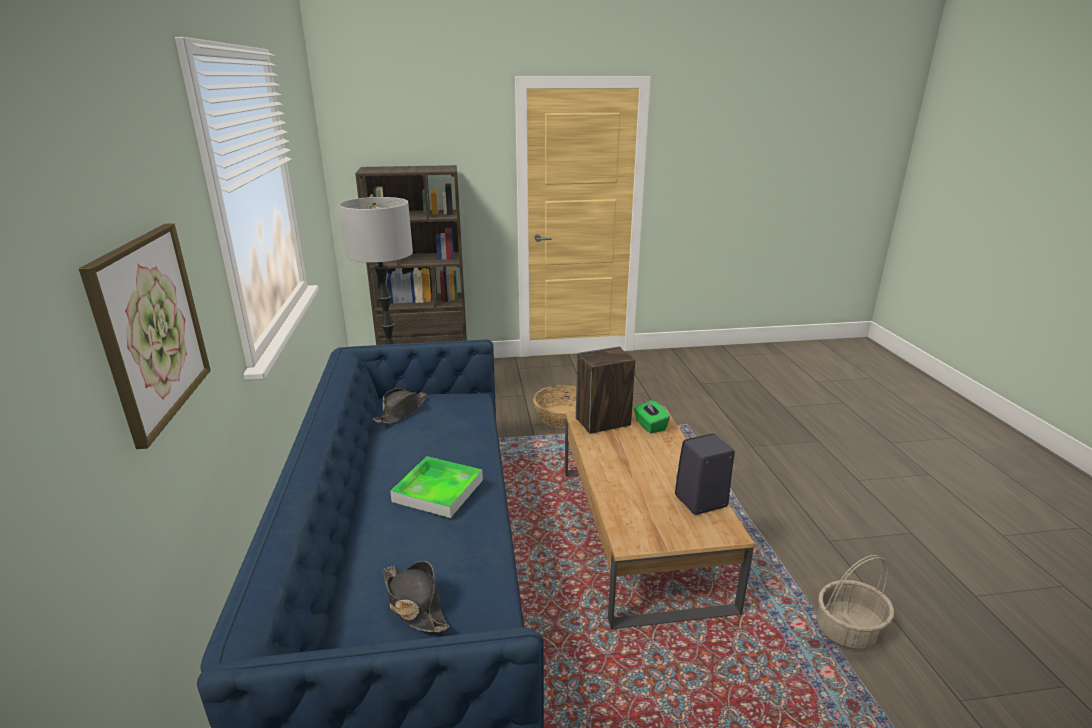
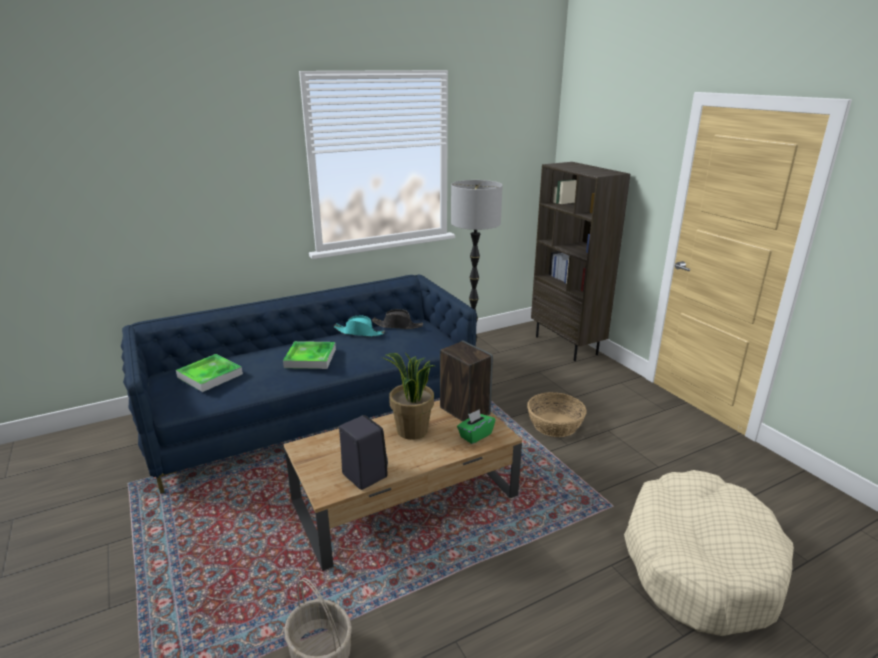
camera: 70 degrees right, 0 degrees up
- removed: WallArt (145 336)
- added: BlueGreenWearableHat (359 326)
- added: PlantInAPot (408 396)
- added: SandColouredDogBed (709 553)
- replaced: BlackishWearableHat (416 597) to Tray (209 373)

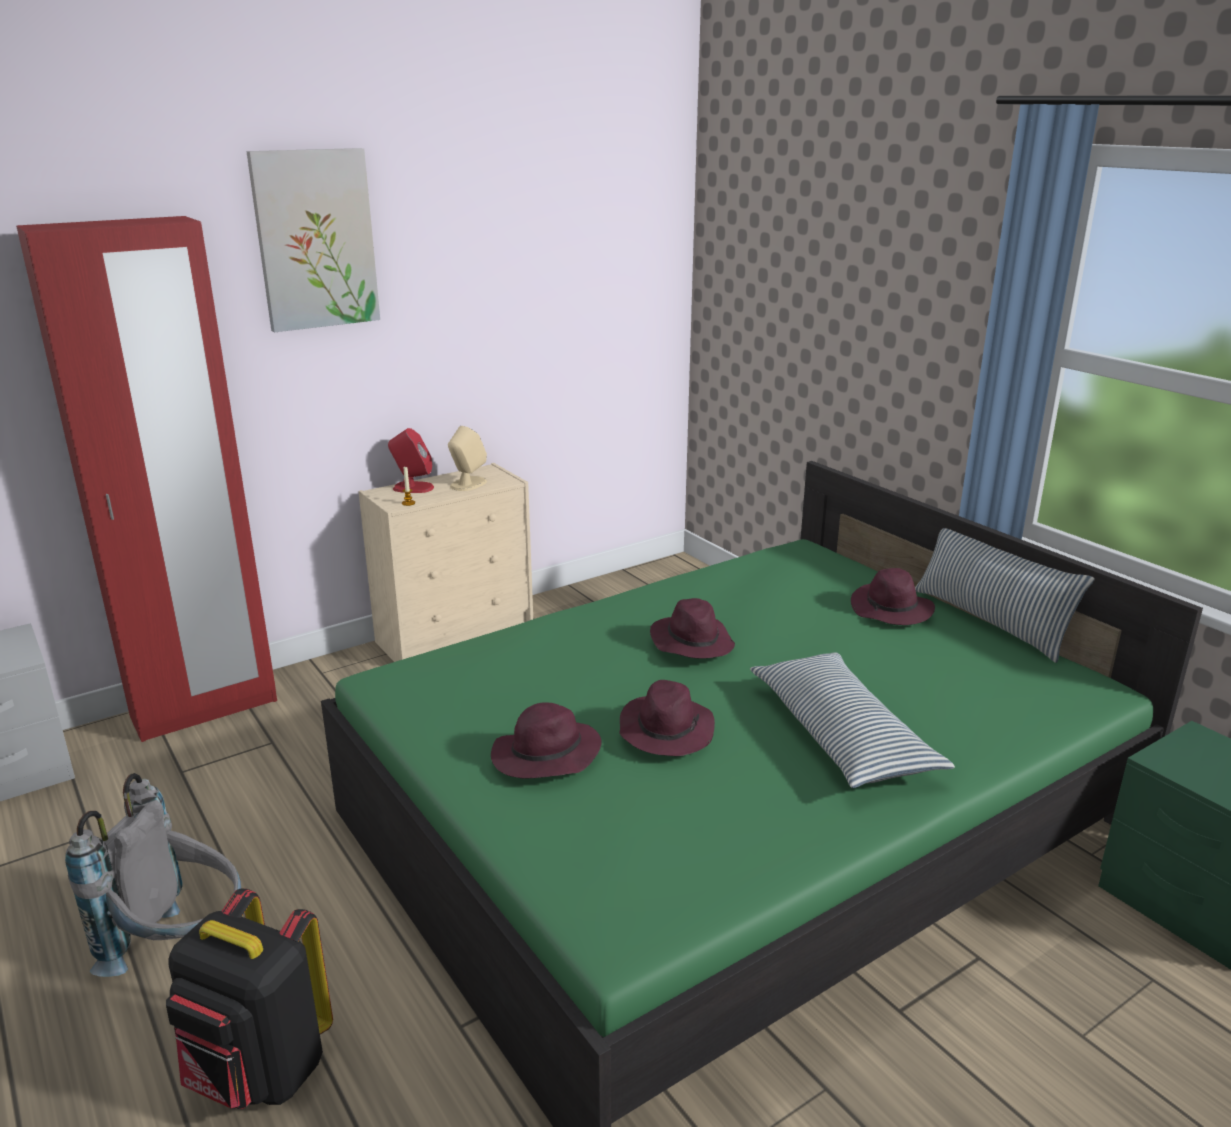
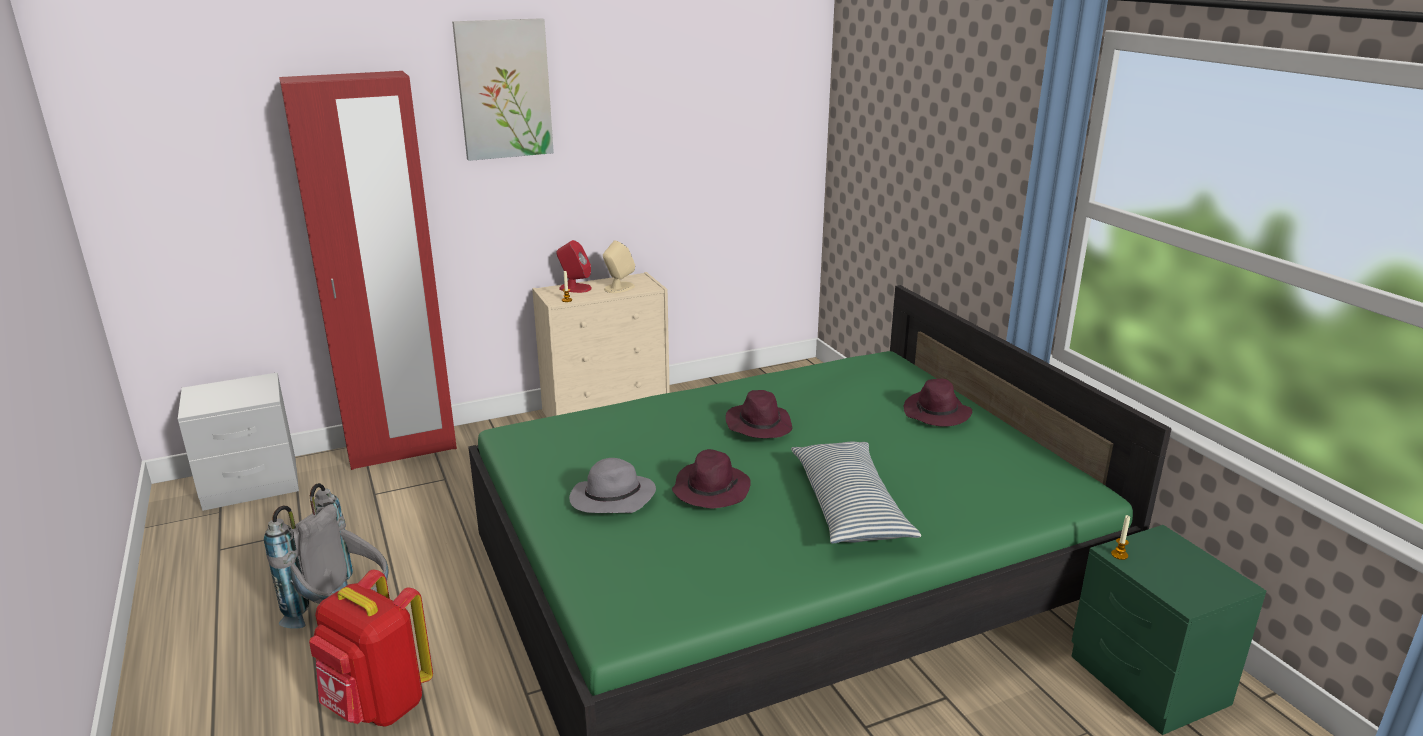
camera: 10 degrees right, 0 degrees up
- removed: Pillow (1005 595)
- added: WaxLight (1120 537)
- recoloured: BlackishKnapsack (249 999) to RedColouredKnapsack (371 648)
- recoloured: PurplishWearableHat (546 740) to GreyWearableHat (612 485)

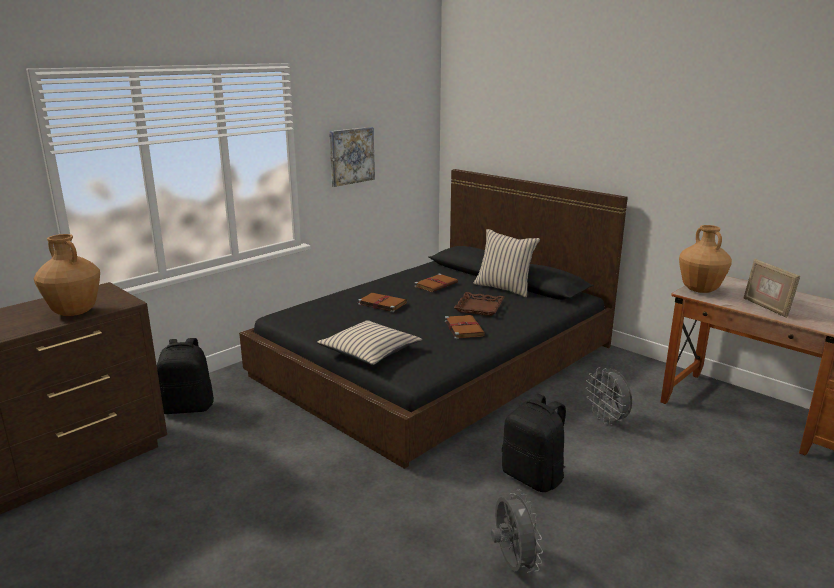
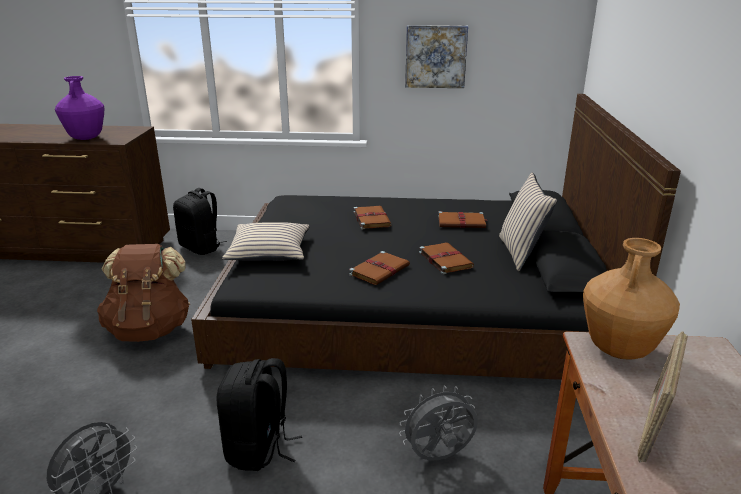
camera: 50 degrees right, 5 degrees up
- added: BrownColouredKnapsack (143 293)
- replaced: BrownColouredTray (479 304) to BrownColouredBook (446 258)
- recoloured: BrownColouredFlowerVase (66 275) to PurplishFlowerVase (79 108)
- turned: GreyCoolingFan (608 396) = (438 423) 45 degrees clockwise

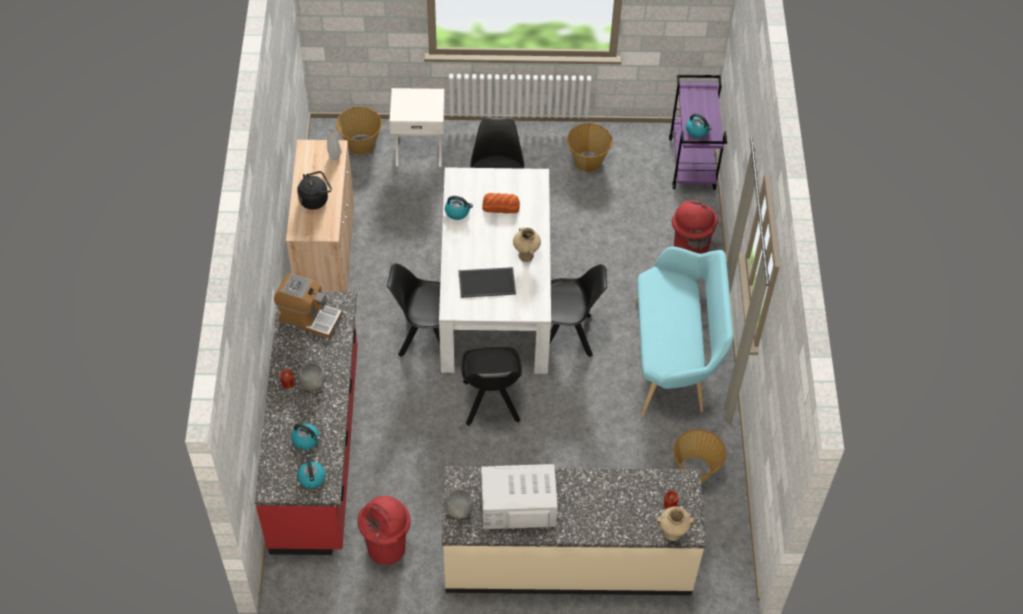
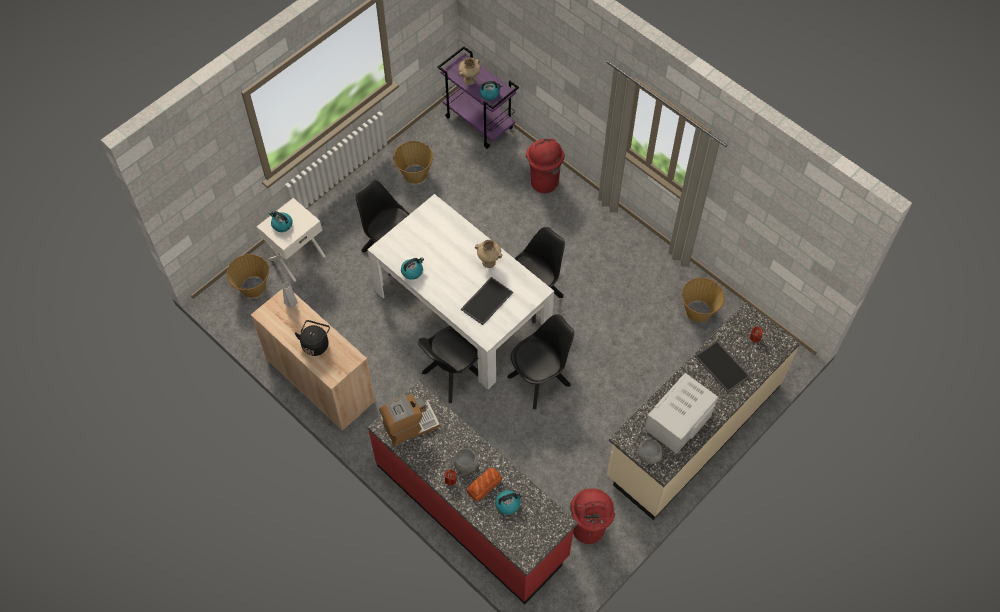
camera: 45 degrees left, 5 degrees up
- removed: BlueGreenBench (684 332)
- added: Tray (722 366)
- moved: WaterKettle (311 472) to (281 221)
- moved: BakeryBread (501 203) to (484 484)
- moved: SandColouredFlowerVase (676 524) to (469 71)
- turned: BlackishChair (492 386) = (540 361) 75 degrees counterclockwise

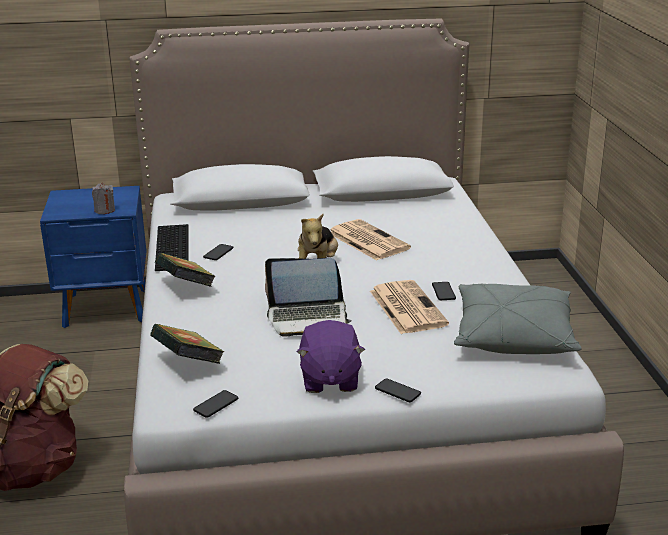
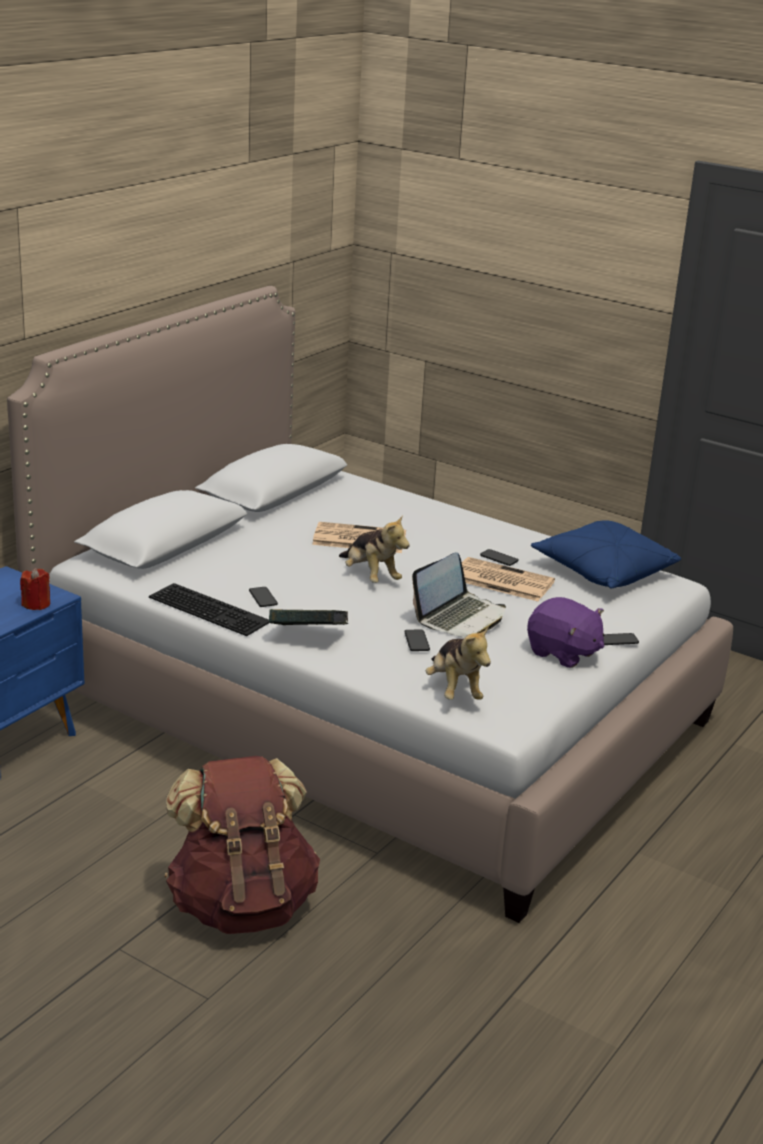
camera: 50 degrees left, 0 degrees up
- moved: Handset (215 404) to (417 640)
- replaced: Book (187 344) to PlushToy (458 663)
- recoloured: GreyWaxLight (103 198) to RedColouredWaxLight (35 589)
- recoloured: GreyPillow (517 319) to BlueColouredPillow (606 554)

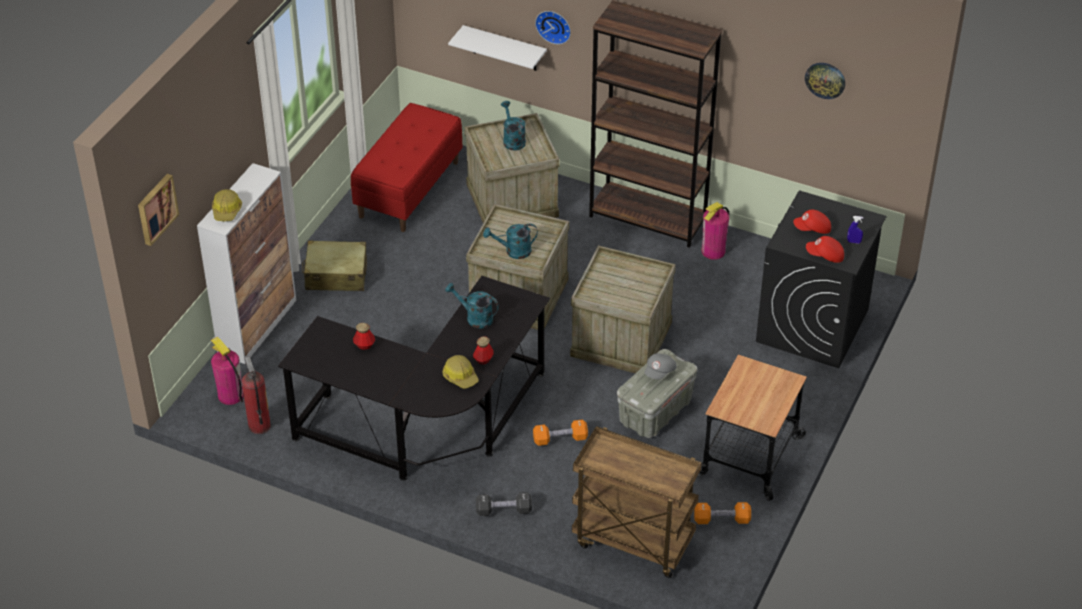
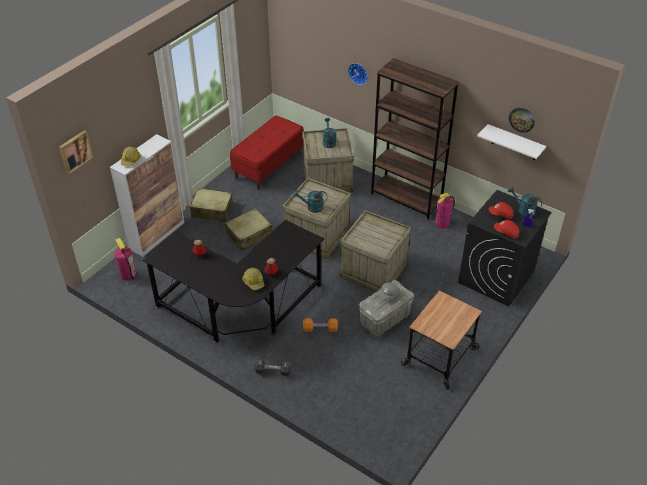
camera: 10 degrees right, 0 degrees up
- removed: FireExtinguisher (256 395)
- removed: BrownColouredTrolley (637 502)
- removed: OrangeColouredFreeWeight (722 513)
- added: SandColouredPieceOfLuggage (248 229)
- moved: BlueGreenWateringCan (472 305) to (525 202)
- moved: WhiteBracketShelf (497 48) to (511 142)

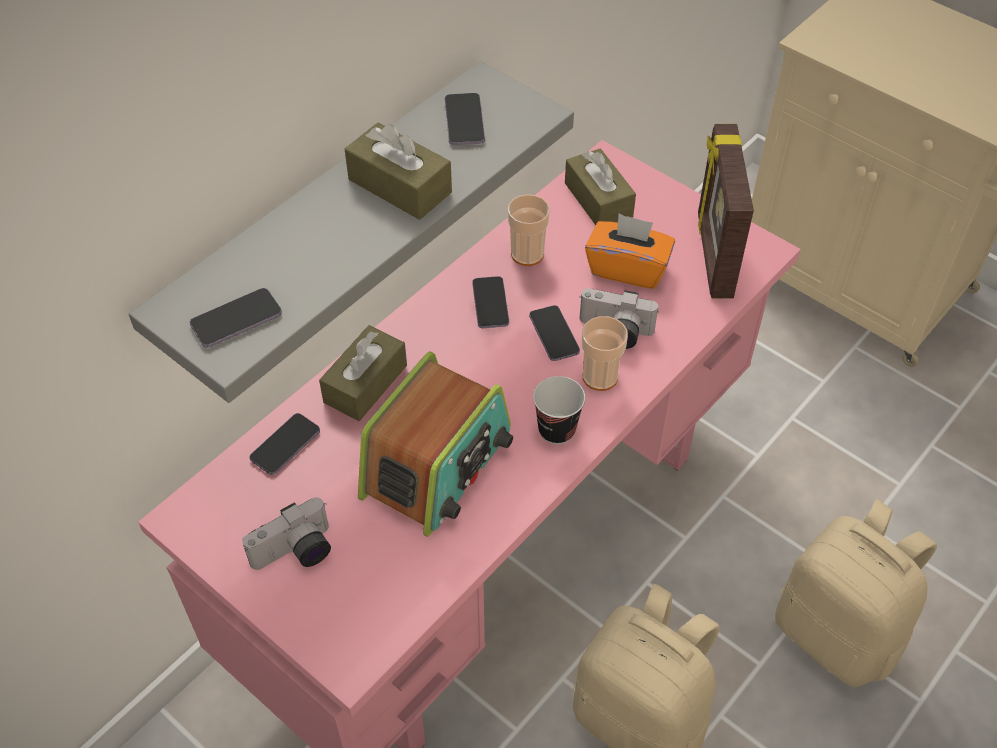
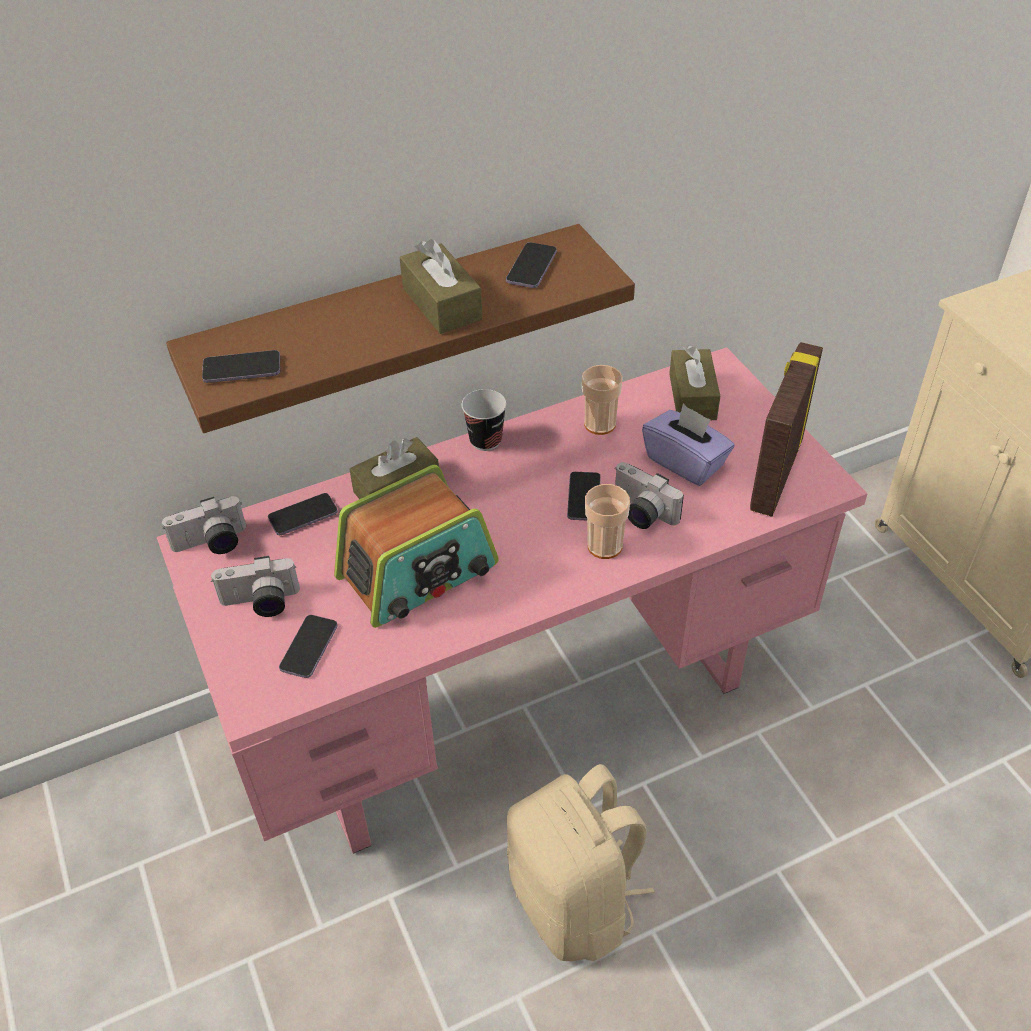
camera: 25 degrees right, 5 degrees down
- removed: SandColouredKnapsack (856 593)
- added: StillCamera (204 525)
- moved: Handset (490 302) to (308 646)
- moved: SmallCup (559 410) to (484 420)
- recoloured: GreyBracketShelf (351 232) to BrownColouredBracketShelf (400 328)
- recoloured: OrangeColouredBoxOfTissues (630 251) to PurplishBoxOfTissues (688 444)

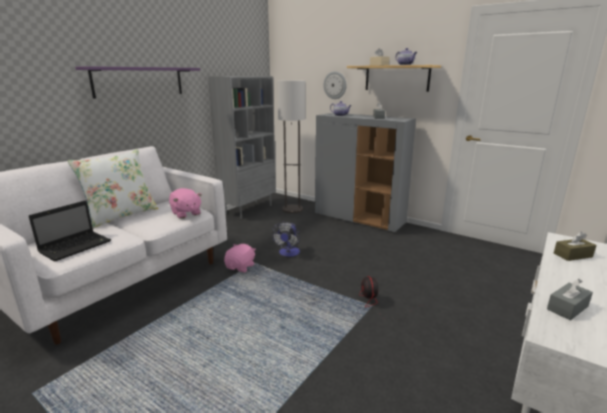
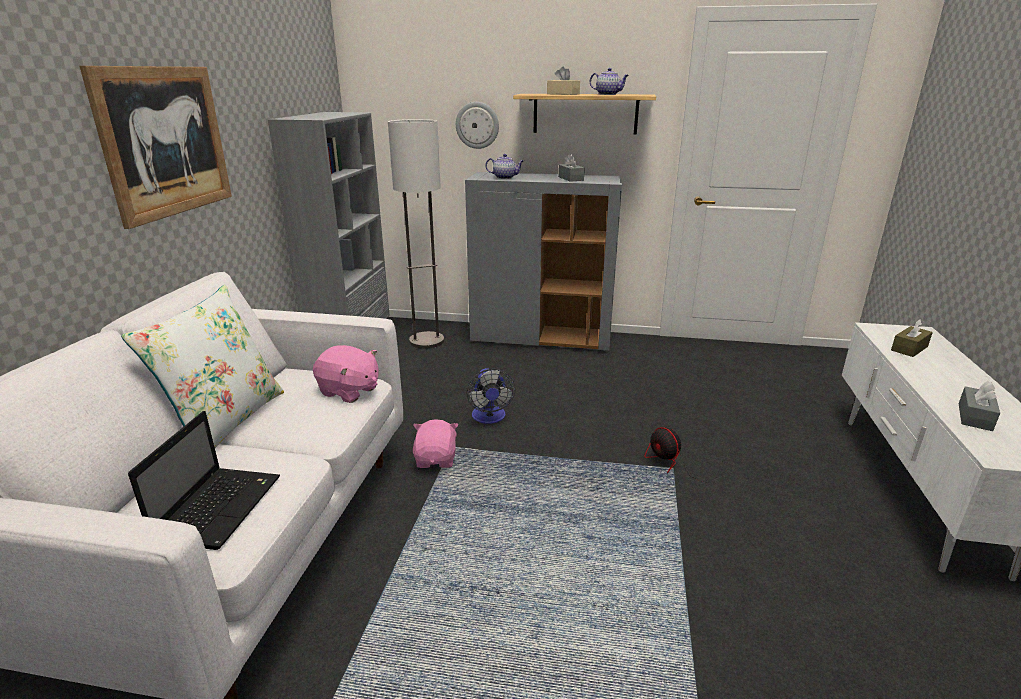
camera: 25 degrees left, 5 degrees up
- replaced: PurplishBracketShelf (137 82) to WallArt (156 147)

